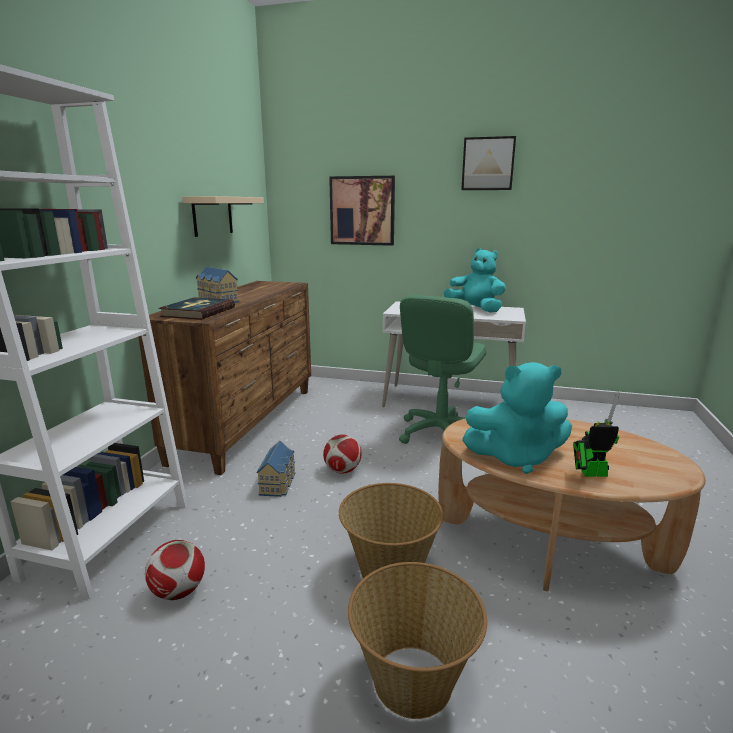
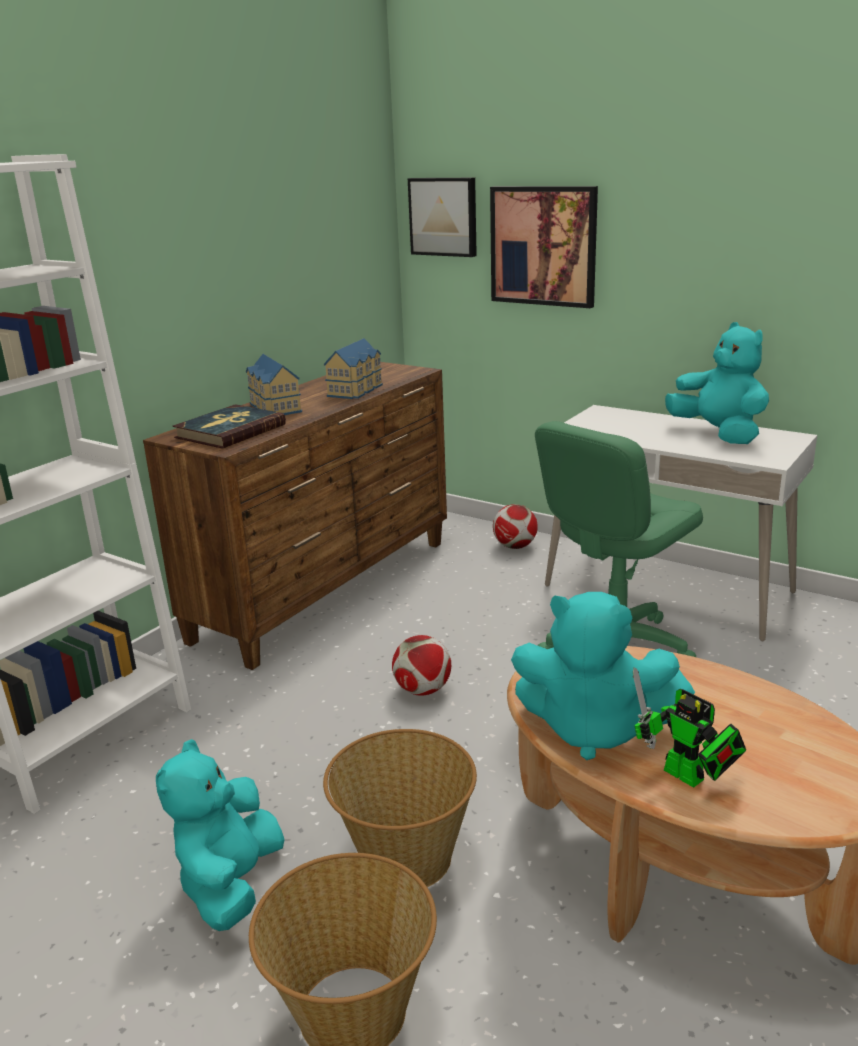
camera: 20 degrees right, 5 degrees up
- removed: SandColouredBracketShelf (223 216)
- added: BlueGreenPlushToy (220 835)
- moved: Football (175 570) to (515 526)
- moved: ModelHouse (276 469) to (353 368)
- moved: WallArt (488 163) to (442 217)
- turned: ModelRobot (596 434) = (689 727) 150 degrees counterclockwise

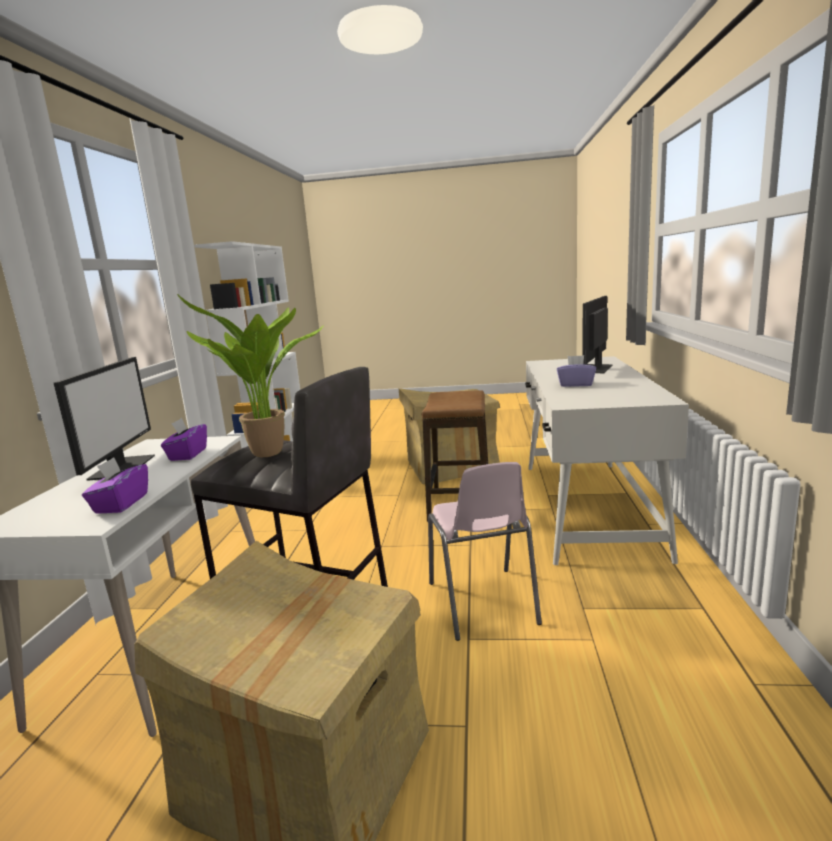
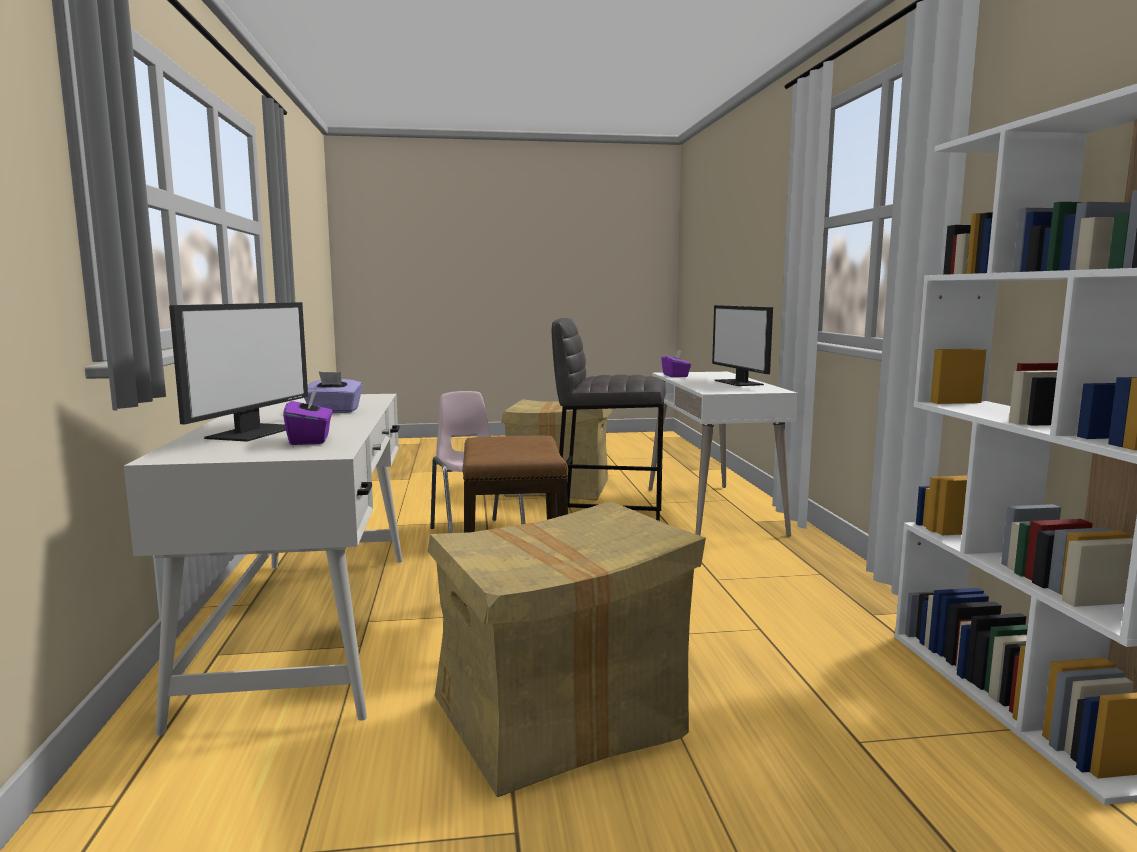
camera: 165 degrees right, 5 degrees down
- removed: PlantInAPot (250 375)
- moved: PurplishBoxOfTissues (184 439) to (307 417)

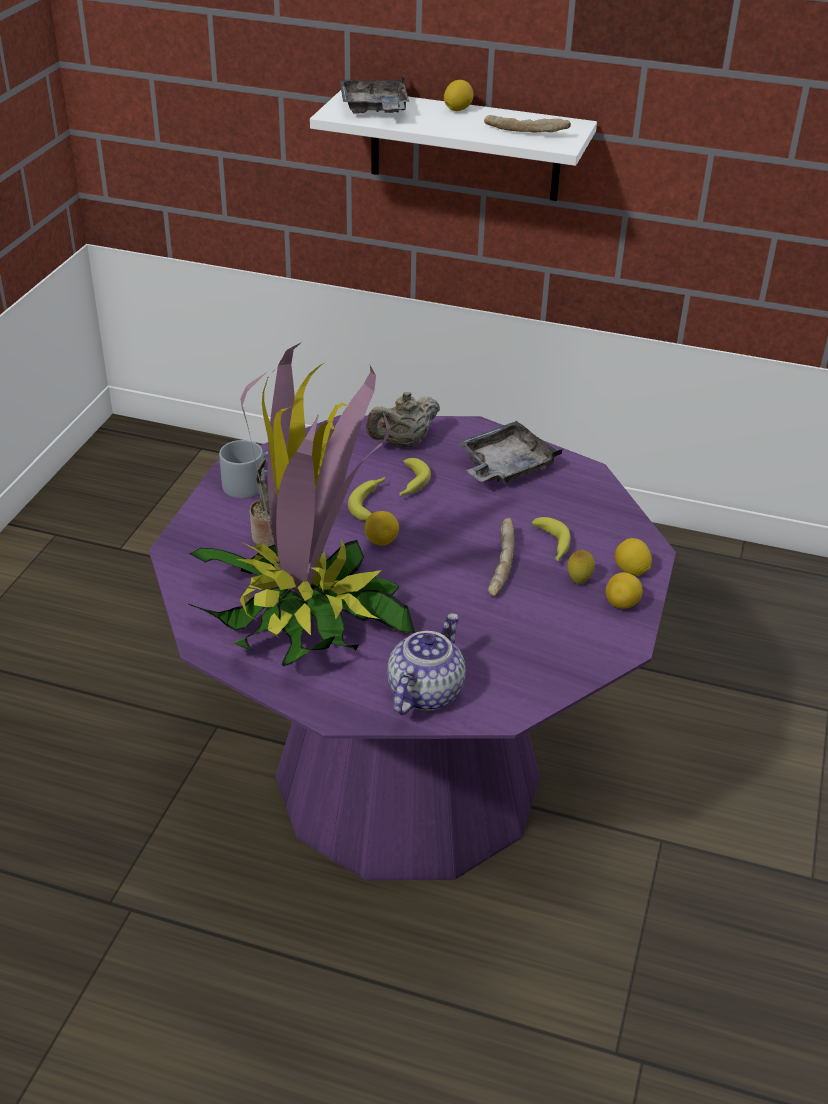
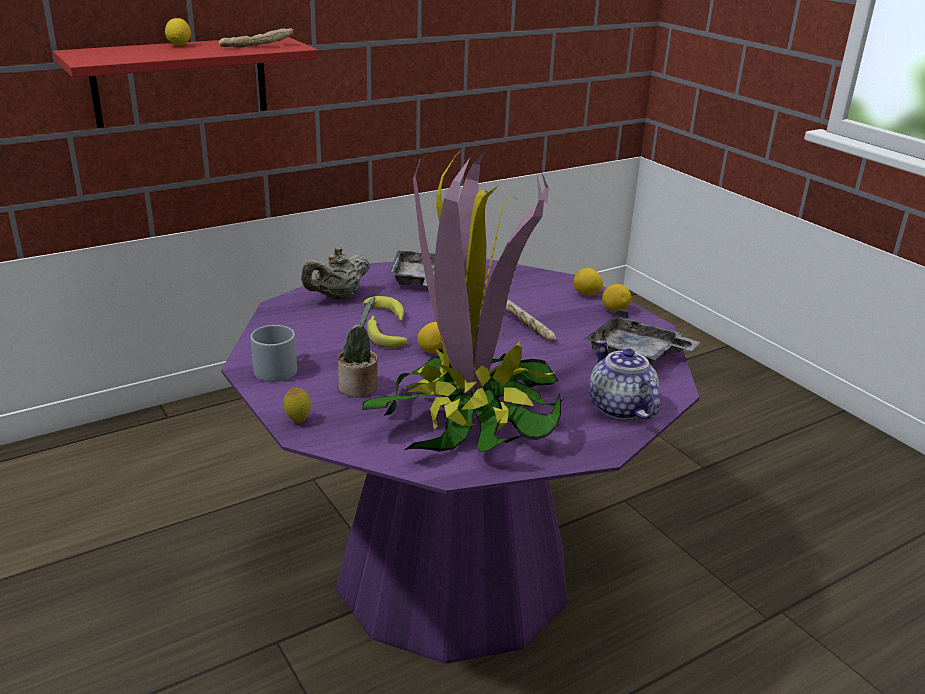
camera: 50 degrees left, 10 degrees down
- removed: WholeBanana (551 539)
- moved: GreyTray (374 94) to (642 337)
- moved: CitrusFruit (581 566) to (297 405)
- recoloured: WhiteBracketShelf (453 145) to RedColouredBracketShelf (185 82)
- turned: SandColouredTeapot (403 419) = (335 273) 45 degrees clockwise

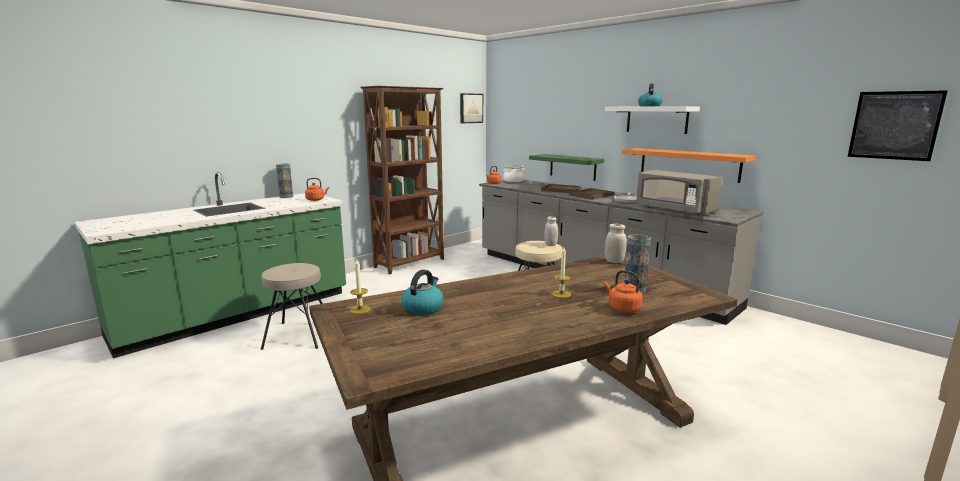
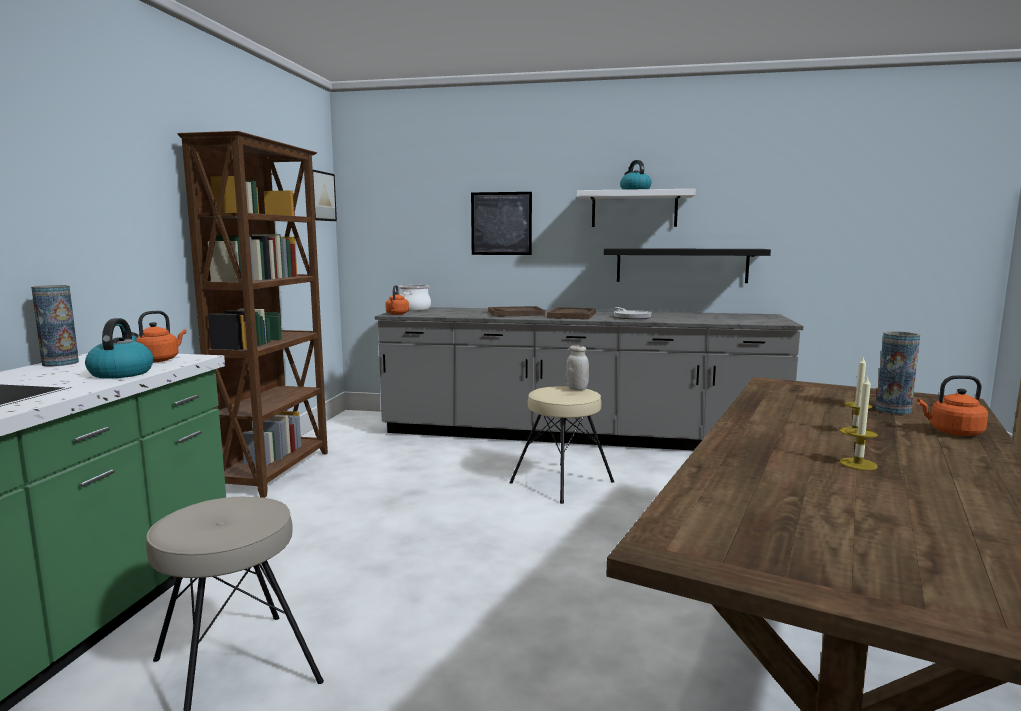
camera: 35 degrees left, 5 degrees down
- removed: GreenBracketShelf (566 167)
- removed: WhiteStorageJar (616 243)
- removed: GreyKitchenMicrowave (679 193)
- moved: WaxLight (360 286) to (859 422)
- moved: WaterKettle (422 292) to (119 348)
- moved: WallArt (898 125) to (501 223)
- recoloured: OrangeColouredBracketShelf (689 165) to BlackishBracketShelf (687 265)

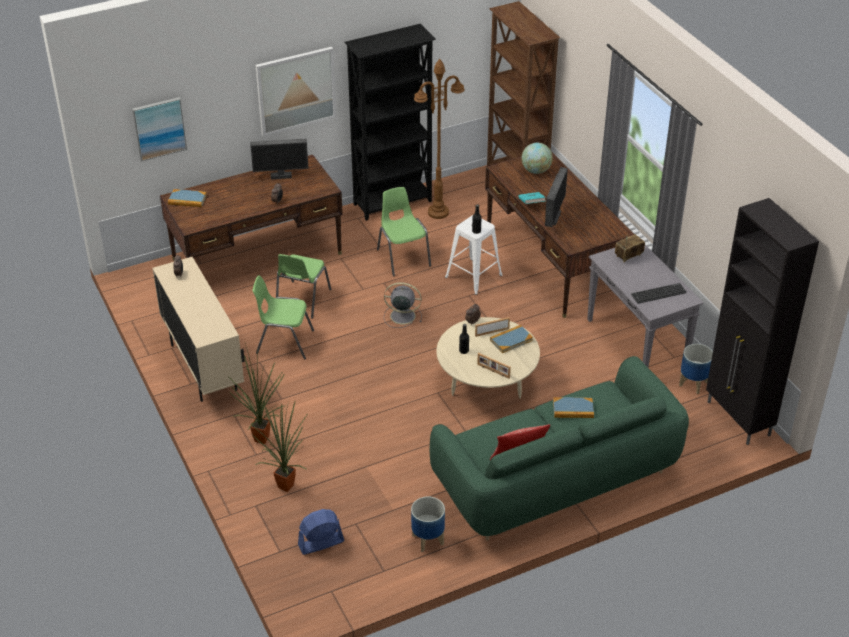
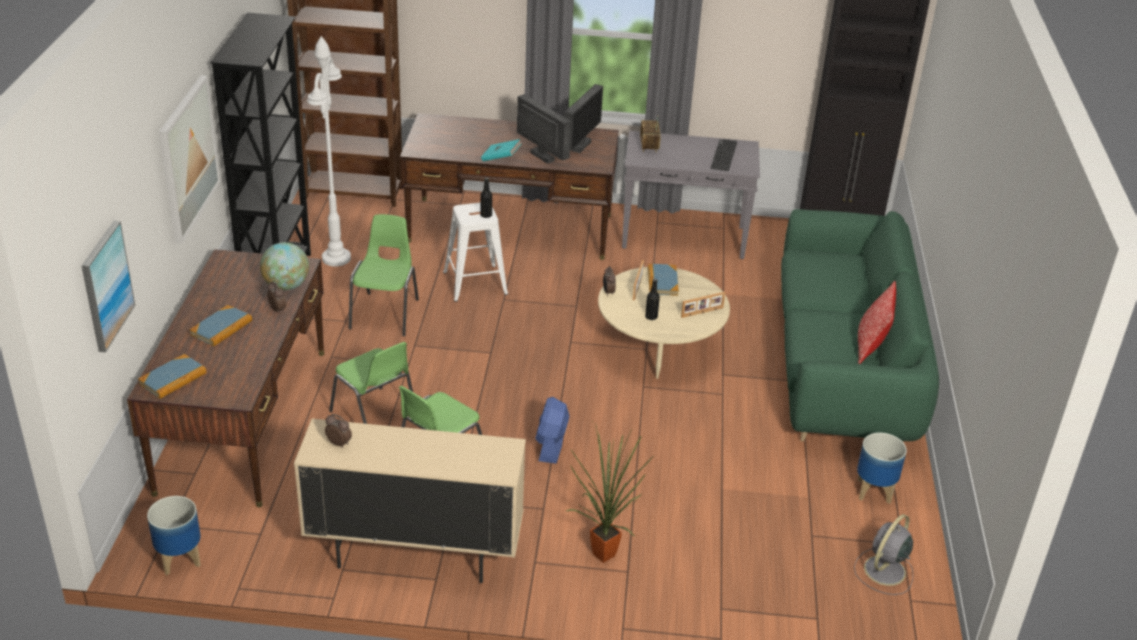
camera: 60 degrees left, 5 degrees down
- removed: PlantInAPot (279 447)
- moved: ComputerScreen (279 159) to (583 118)
- moved: BlueColouredCoolingFan (321 532) to (552 430)
- moved: GreyCoolingFan (402 305) to (883 554)
- moved: DeskGlobe (537 158) to (284 266)
- moved: Book (573 407) to (220 325)
- moved: Planter (696 369) to (174 535)
- recoloured: BrownColouredStandingLamp (439 139) to WhiteStandingLamp (329 151)
- turned: GreenChair (404 232) = (384 275) 90 degrees clockwise

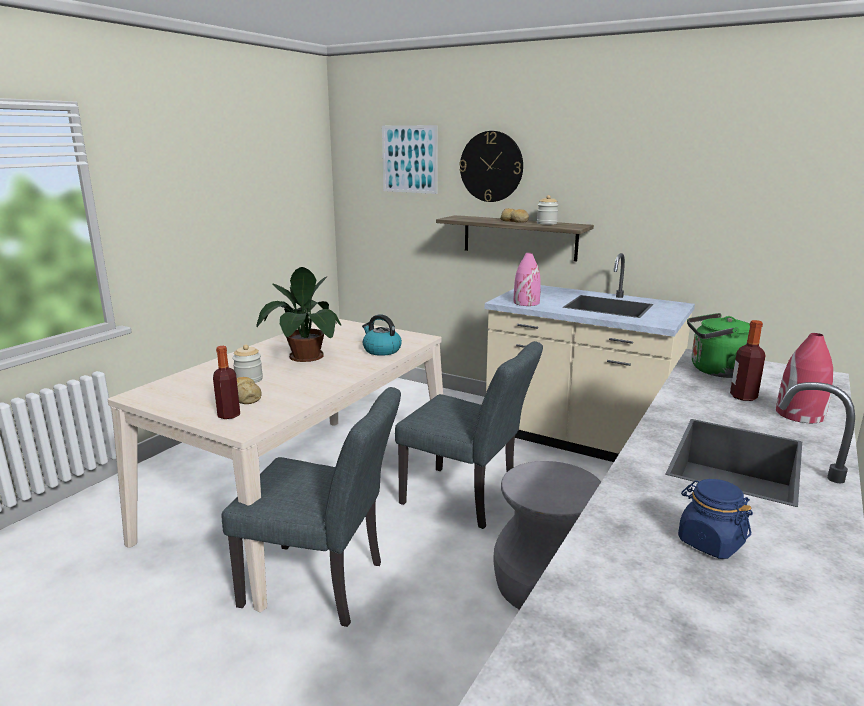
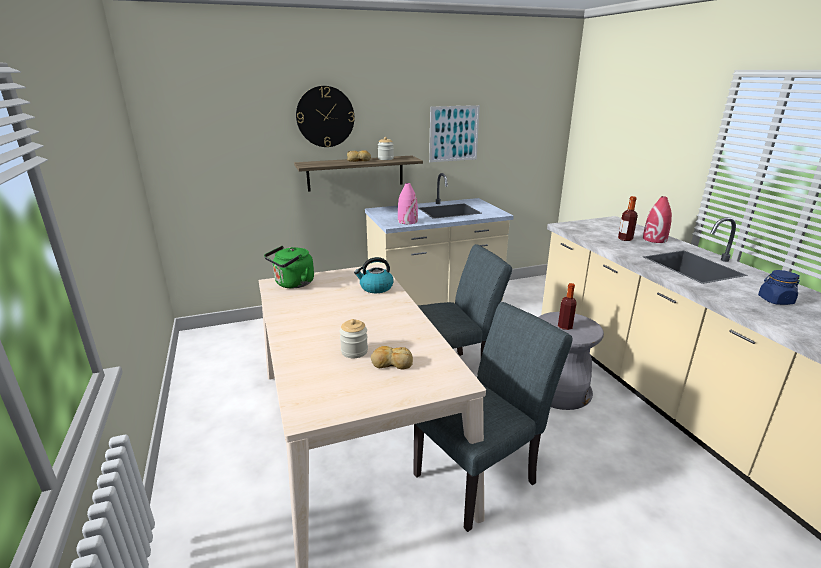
camera: 50 degrees left, 5 degrees up
- removed: PlantInAPot (298 314)
- moved: BeverageBottle (226 382) to (567 306)
- moved: WallArt (410 159) to (454 133)
- moved: GreenWaterKettle (718 345) to (289 267)

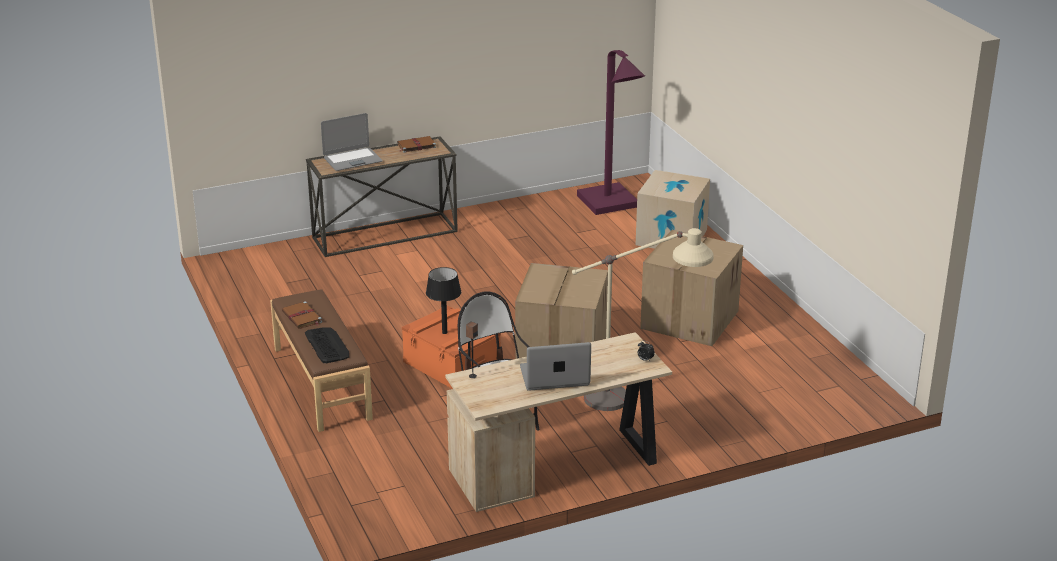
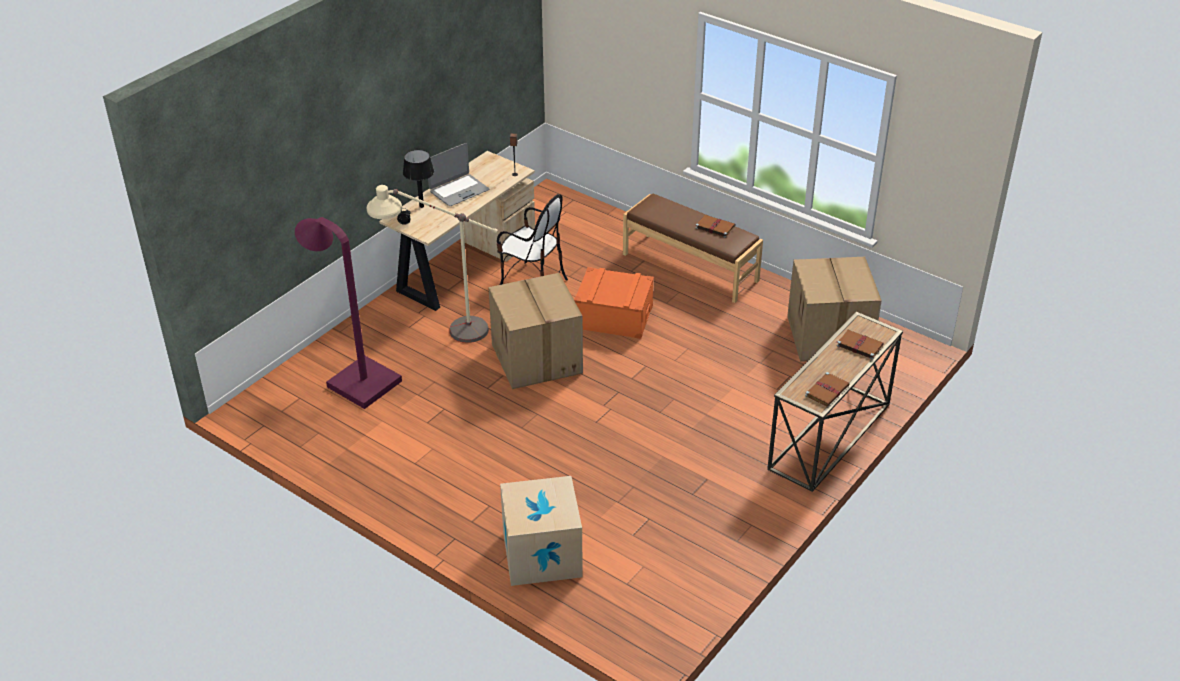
camera: 150 degrees right, 10 degrees up
- removed: Keyboard (327 345)
- moved: BlackishLampForATable (443 300) to (418 179)
- moved: PurplishStandingLamp (611 132) to (348 313)
- moved: Carton (691 288) to (834 309)
- replaced: Laptop (352 142) to BrownColouredBook (860 344)

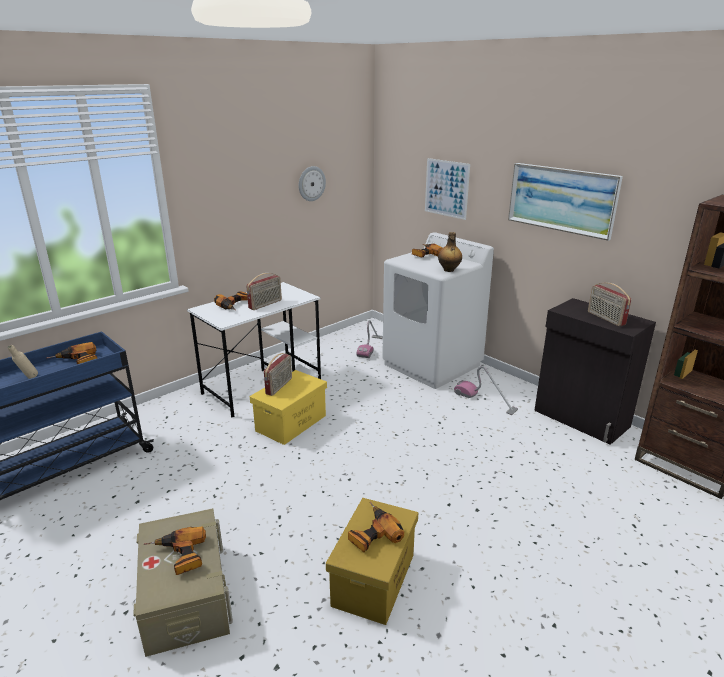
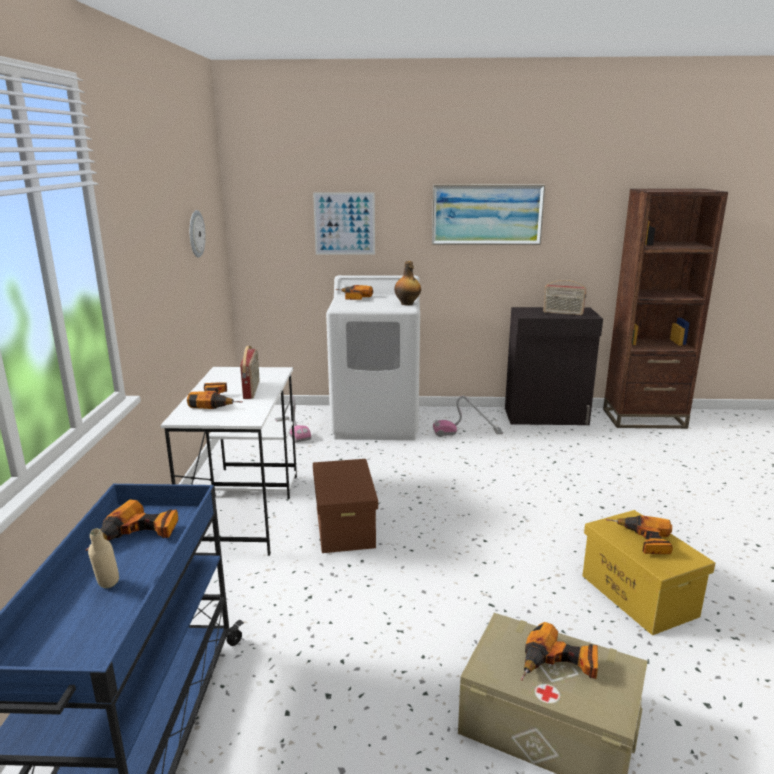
camera: 45 degrees left, 5 degrees down
- removed: RadioSet (278 374)
- recoloured: YellowStorageBin (288 407) to BrownColouredStorageBin (345 506)

